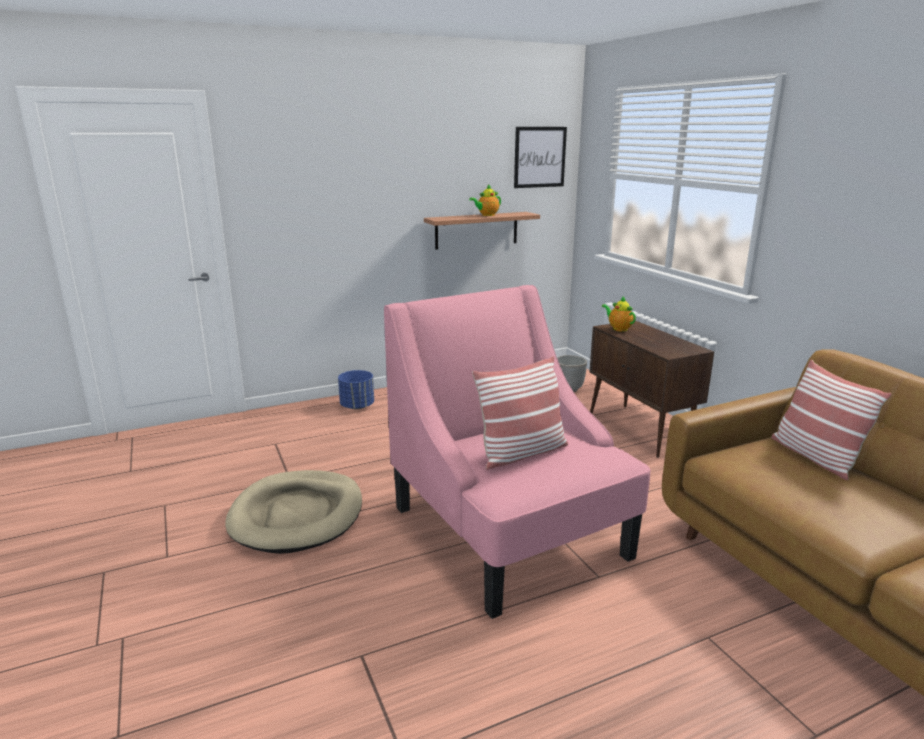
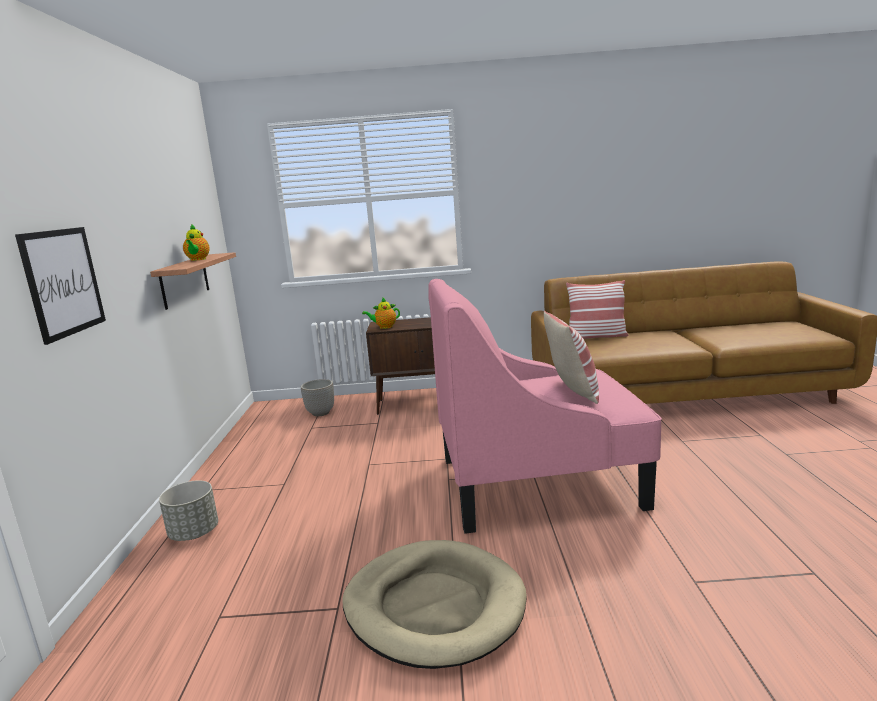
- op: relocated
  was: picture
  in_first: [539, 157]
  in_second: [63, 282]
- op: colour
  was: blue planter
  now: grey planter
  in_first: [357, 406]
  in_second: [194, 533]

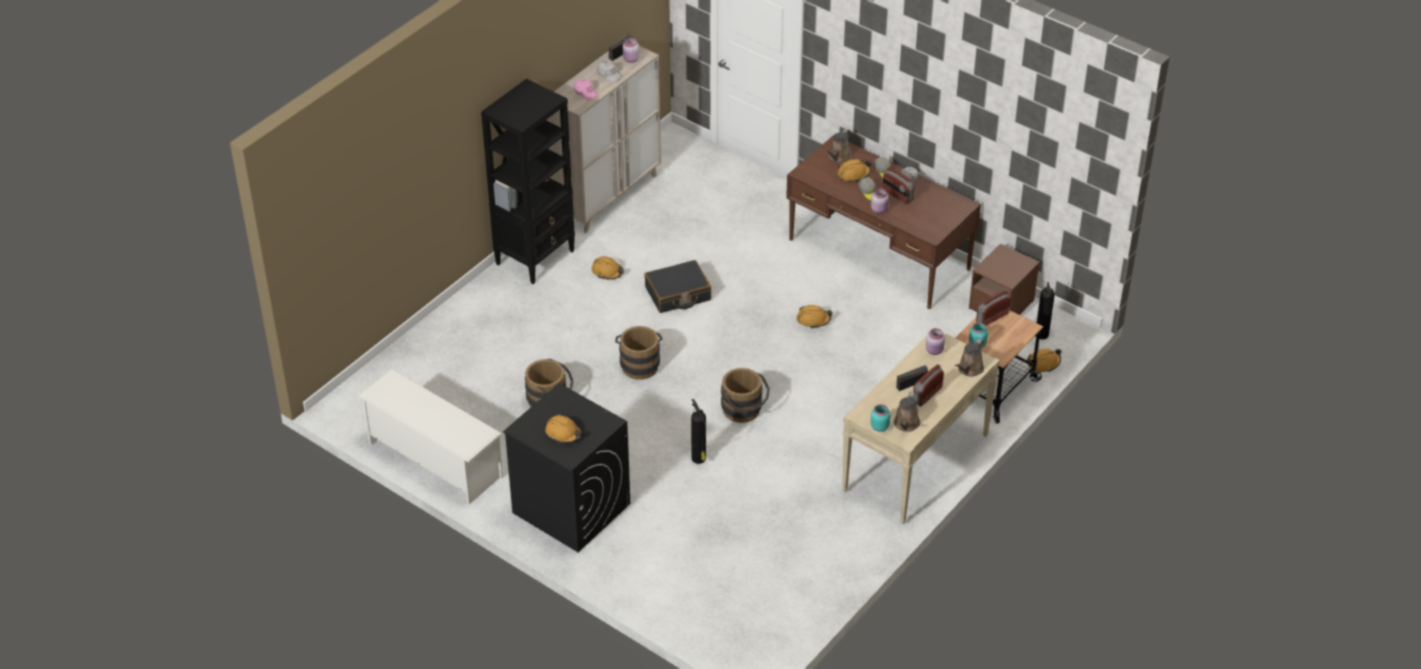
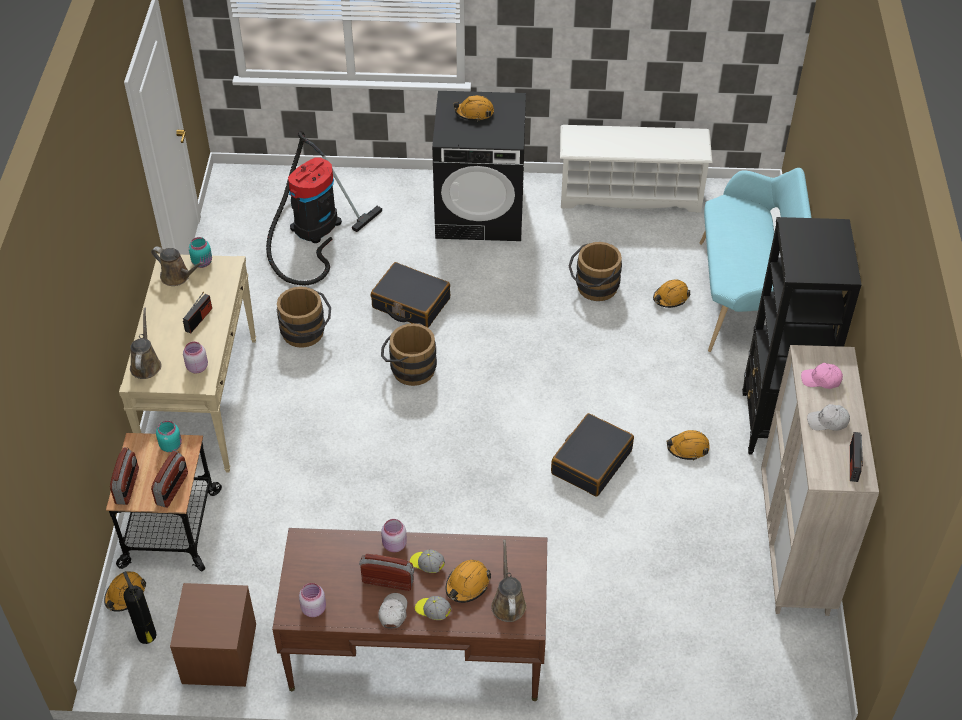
- op: relocated
  was: pink jar
  in_first: [631, 59]
  in_second: [313, 608]
- op: relocated
  was: orange hard hat
  in_first: [813, 319]
  in_second: [670, 298]
- op: relocated
  was: brown bucket
  in_first: [639, 364]
  in_second: [306, 334]
- op: relocated
  was: radio
  in_first: [927, 395]
  in_second: [127, 486]
- op: spun
  was: brown watering can
  in_first: [906, 424]
  in_second: [177, 276]
  clockwise: 135
- op: exchanged
  was: fire extinguisher
  now: black suitcase
  in_first: [699, 459]
  in_second: [410, 303]
- op: appeared
  now: vacuum cleaner
  in_second: [313, 230]
- op: appeared
  now: turquoise bench
  in_second: [744, 297]

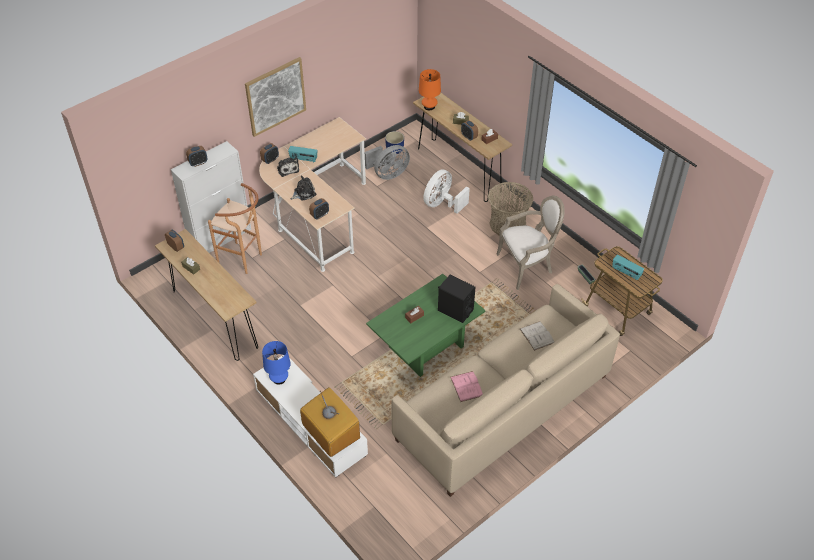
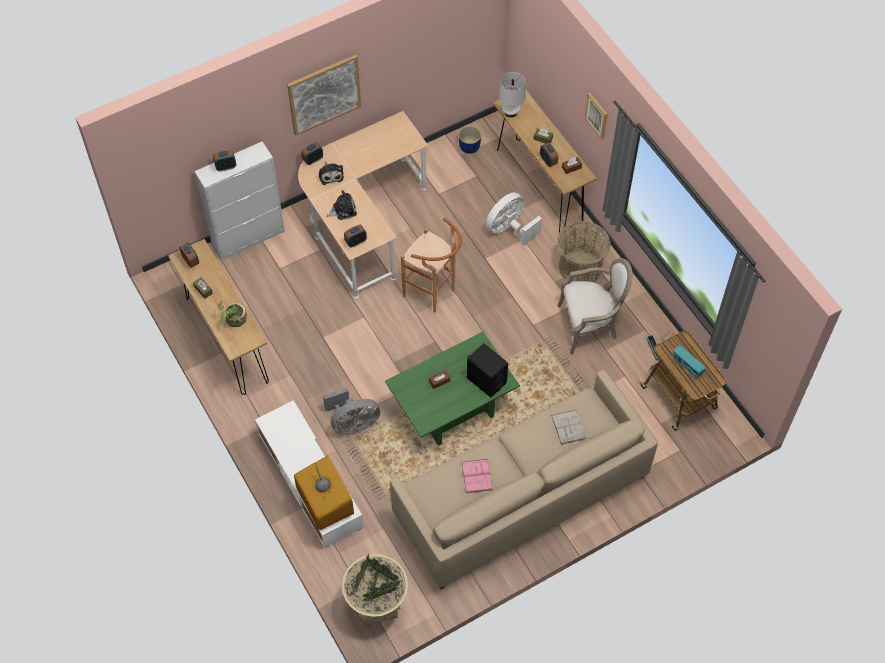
- op: colour
  was: orange table lamp
  now: white table lamp
  in_first: [429, 106]
  in_second: [510, 112]
- op: relocated
  was: grey fan
  in_first: [388, 174]
  in_second: [352, 423]
- op: missing
  was: radio
  in_first: [303, 159]
- op: relocated
  was: brown stool
  in_first: [244, 260]
  in_second: [433, 294]
- op: missing
  was: blue table lamp
  in_first: [279, 379]
- op: appeared
  now: picture
  in_second: [597, 115]
- op: appeared
  now: potted plant
  in_second: [233, 320]
- op: appeared
  now: beige planter
  in_second: [377, 605]

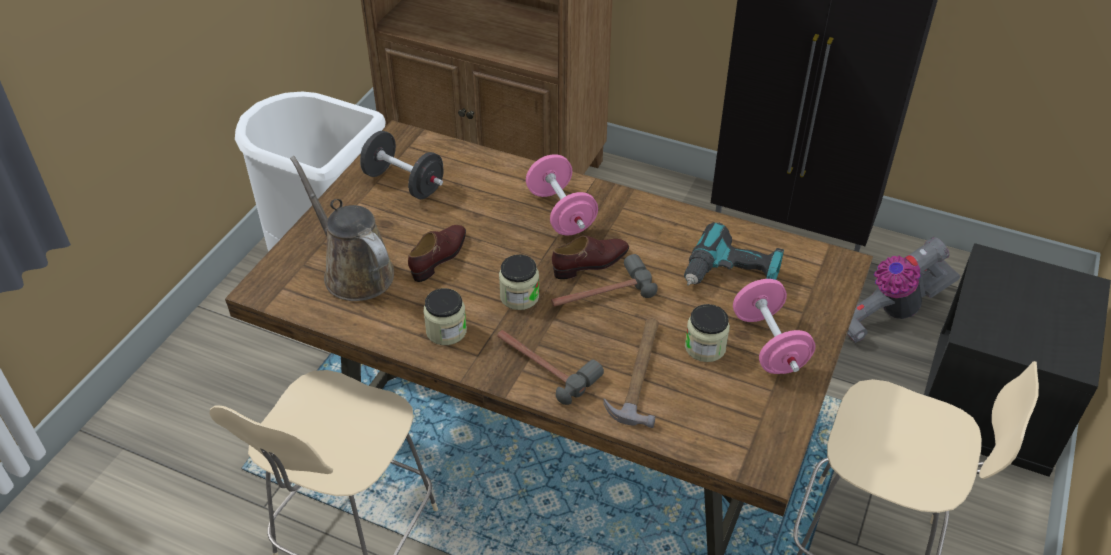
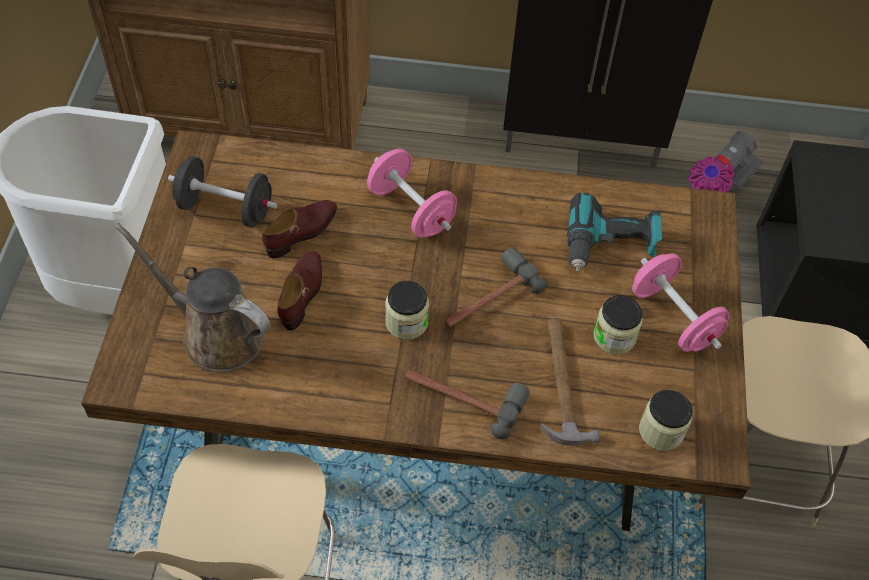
- op: relocated
  was: brown shoe
  in_first: [591, 263]
  in_second: [302, 232]
- op: relocated
  was: jar
  in_first: [446, 331]
  in_second: [661, 431]

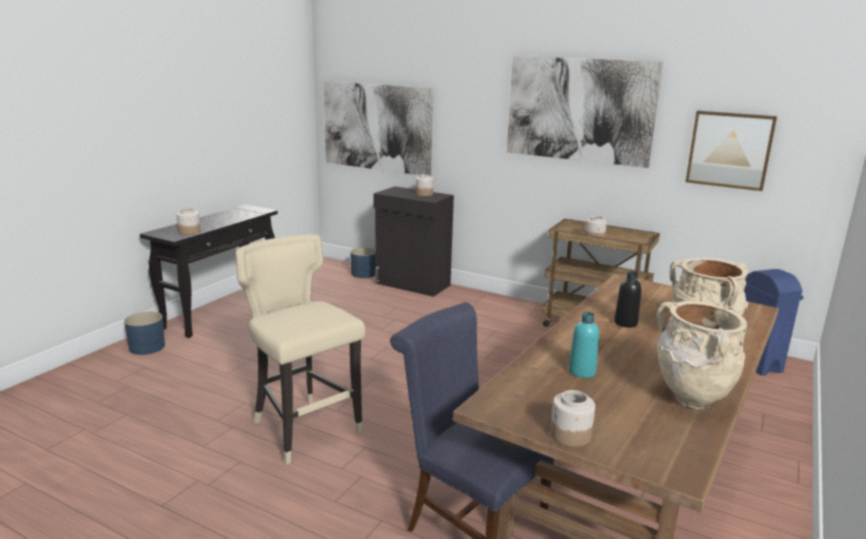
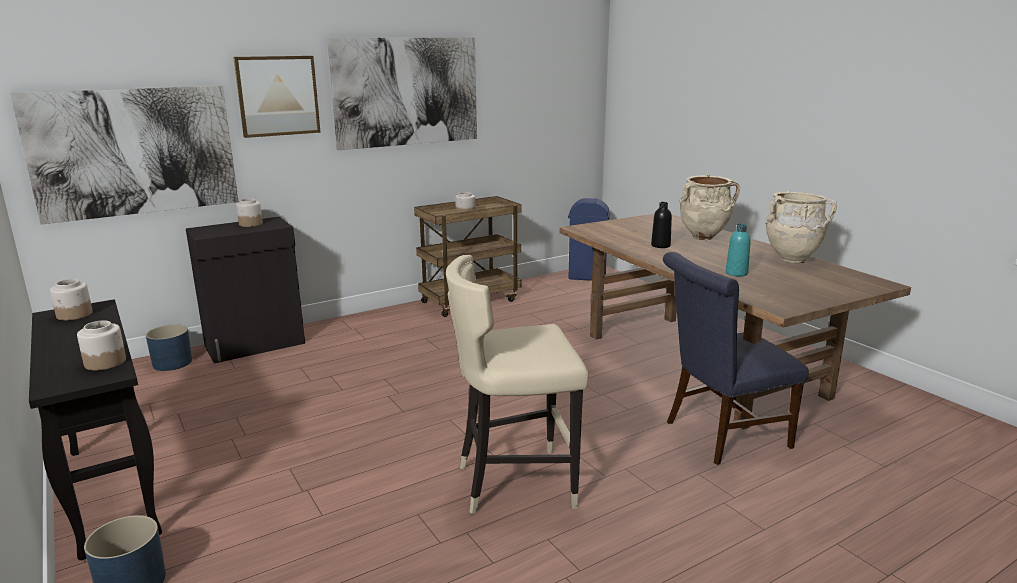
- op: relocated
  was: picture
  in_first: [729, 150]
  in_second: [277, 96]
- op: relocated
  was: jar
  in_first: [570, 435]
  in_second: [74, 315]

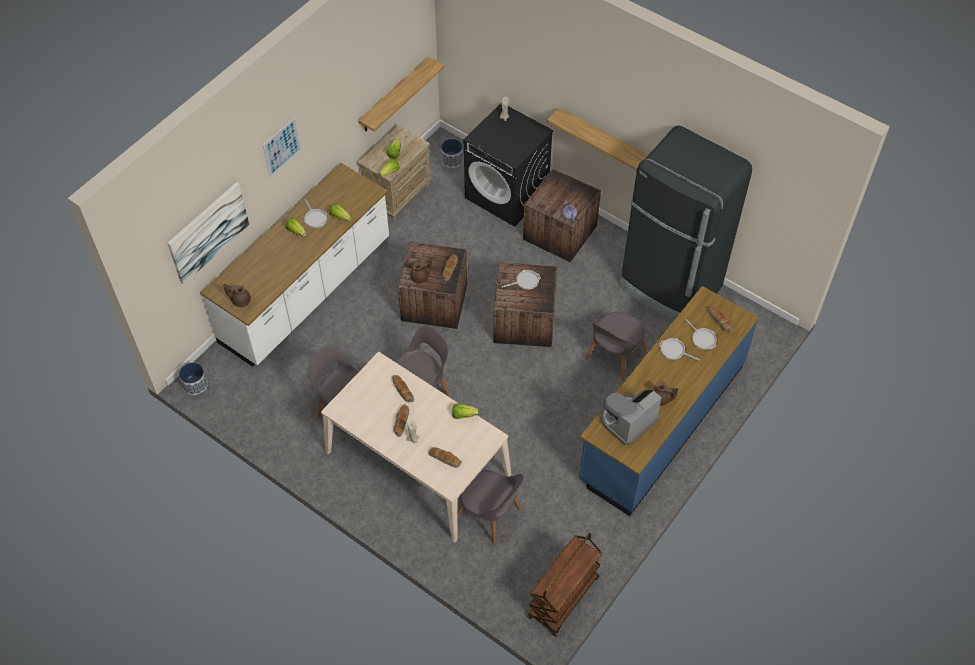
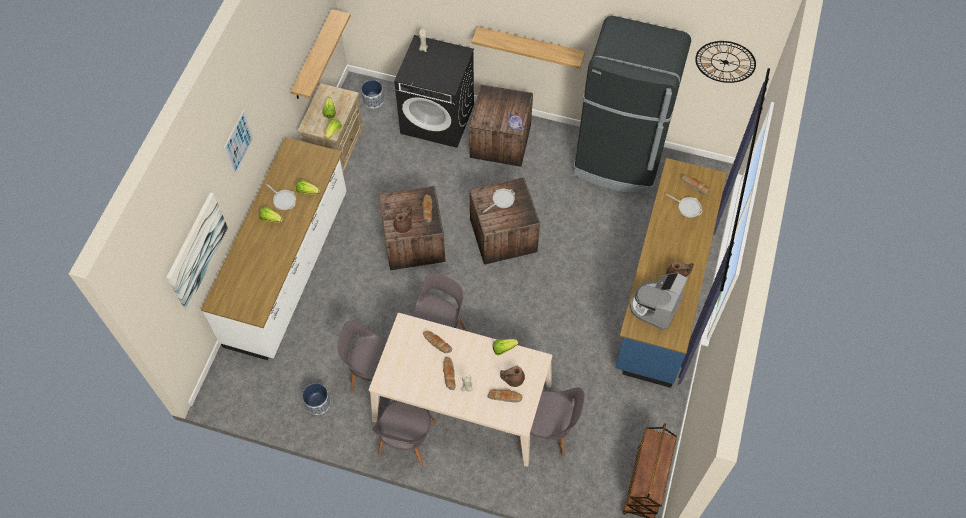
- op: relocated
  was: brown teapot
  in_first: [240, 300]
  in_second: [513, 379]
- op: relocated
  was: grey chair
  in_first: [614, 356]
  in_second: [406, 440]
- op: missing
  was: frying pan
  in_first: [674, 351]
- op: relocated
  was: planter
  in_first: [195, 384]
  in_second: [317, 403]
- op: appeared
  now: wall clock
  in_second: [725, 61]

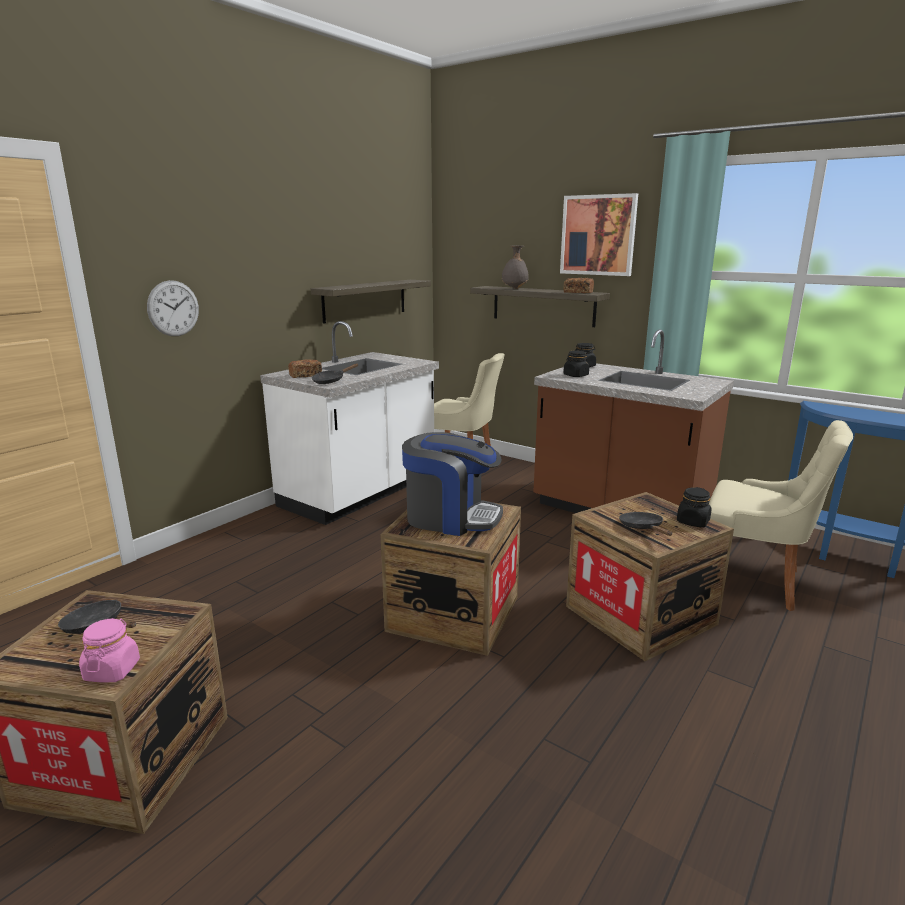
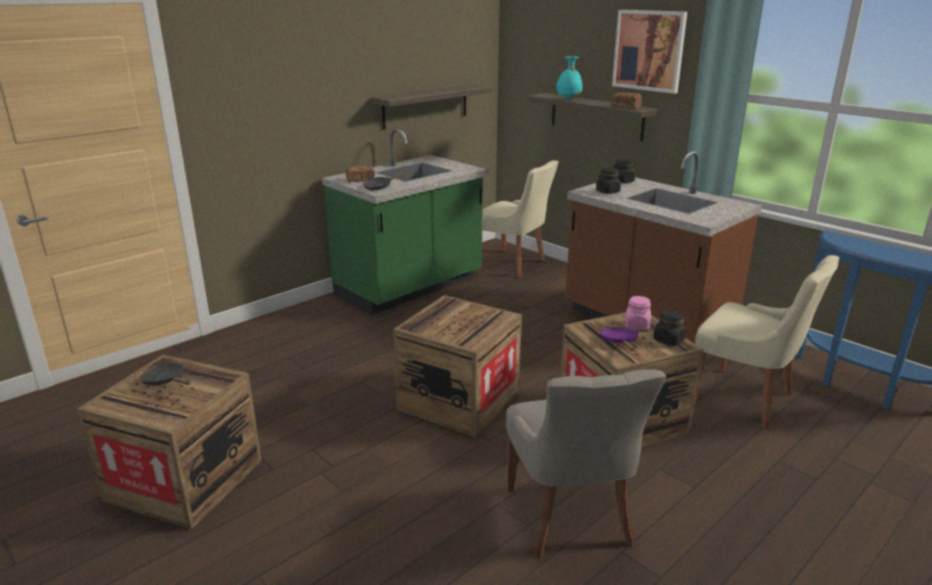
- op: colour
  was: grey vase
  now: turquoise vase
  in_first: [514, 289]
  in_second: [568, 99]
- op: missing
  was: wall clock
  in_first: [173, 308]
- op: colour
  was: white counter
  now: green counter
  in_first: [360, 493]
  in_second: [410, 287]
- op: missing
  was: coffee machine
  in_first: [451, 517]
- op: colour
  was: black frying pan
  now: purple frying pan
  in_first: [643, 528]
  in_second: [619, 342]
- op: relocated
  was: pink jar
  in_first: [112, 670]
  in_second: [637, 325]
- op: appeared
  now: grey chair
  in_second: [571, 518]

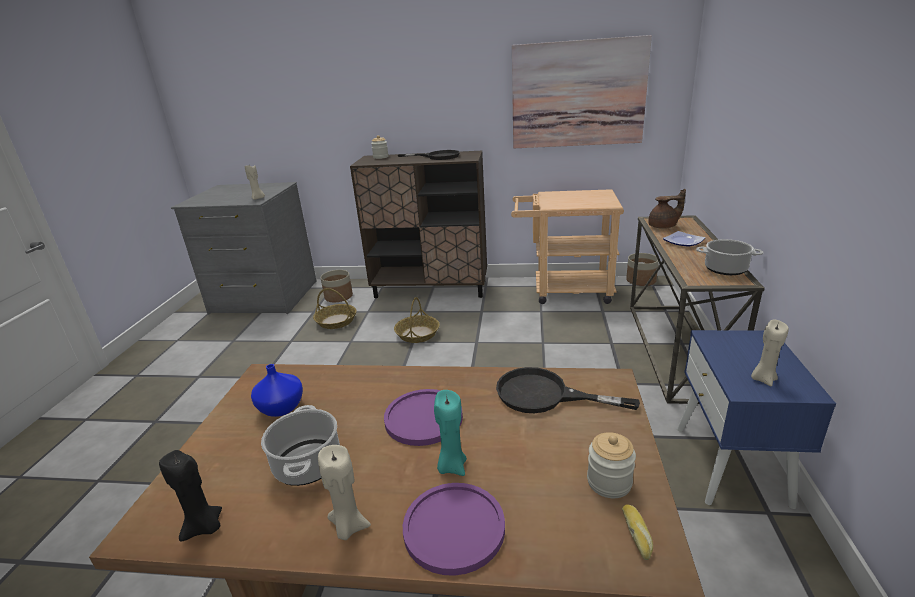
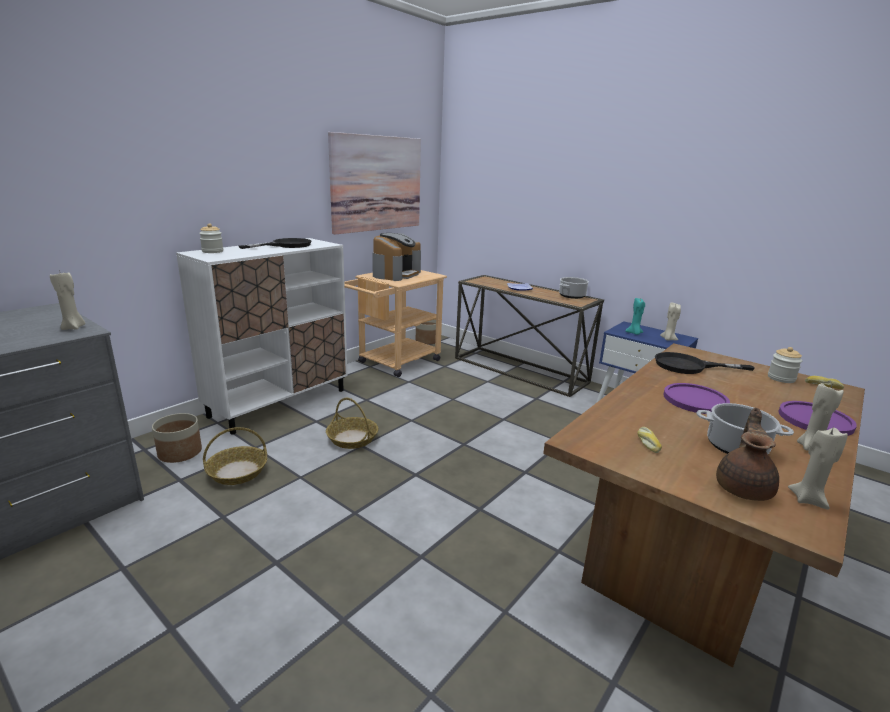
- op: colour
  was: brown cabinet
  now: white cabinet
  in_first: [431, 289]
  in_second: [279, 403]
- op: relocated
  was: brown teapot
  in_first: [663, 226]
  in_second: [743, 487]
- op: exchanged
  was: blue vase
  now: bread
  in_first: [281, 408]
  in_second: [647, 443]
- op: spun
  was: black frying pan
  in_first: [545, 395]
  in_second: [689, 366]
  clockwise: 45
- op: relocated
  was: turquoise candle
  in_first: [451, 466]
  in_second: [634, 333]
- op: colour
  was: black candle
  now: beige candle
  in_first: [204, 527]
  in_second: [808, 499]
- op: appeared
  now: coffee machine
  in_second: [396, 274]

